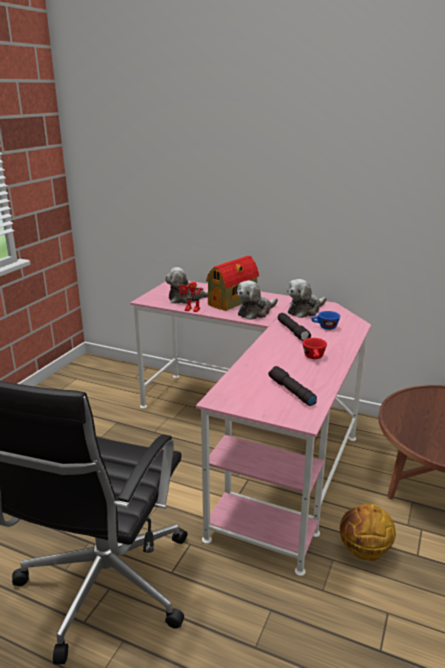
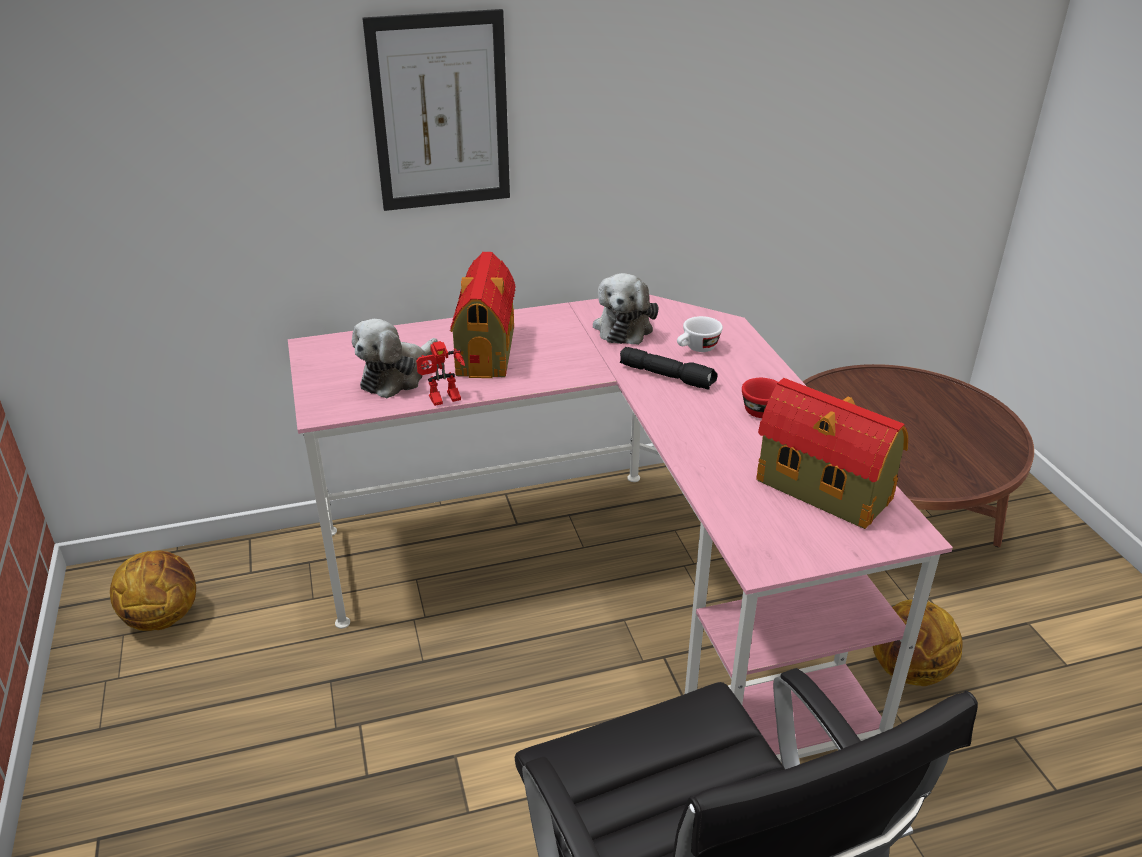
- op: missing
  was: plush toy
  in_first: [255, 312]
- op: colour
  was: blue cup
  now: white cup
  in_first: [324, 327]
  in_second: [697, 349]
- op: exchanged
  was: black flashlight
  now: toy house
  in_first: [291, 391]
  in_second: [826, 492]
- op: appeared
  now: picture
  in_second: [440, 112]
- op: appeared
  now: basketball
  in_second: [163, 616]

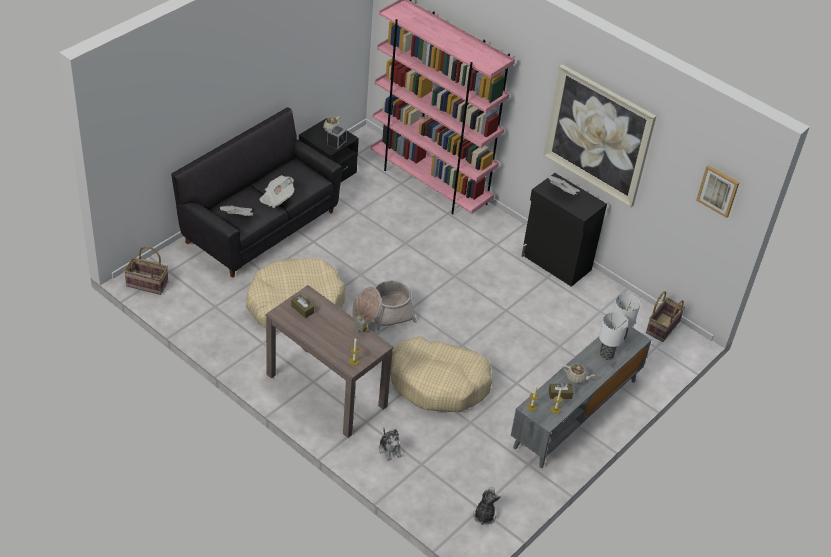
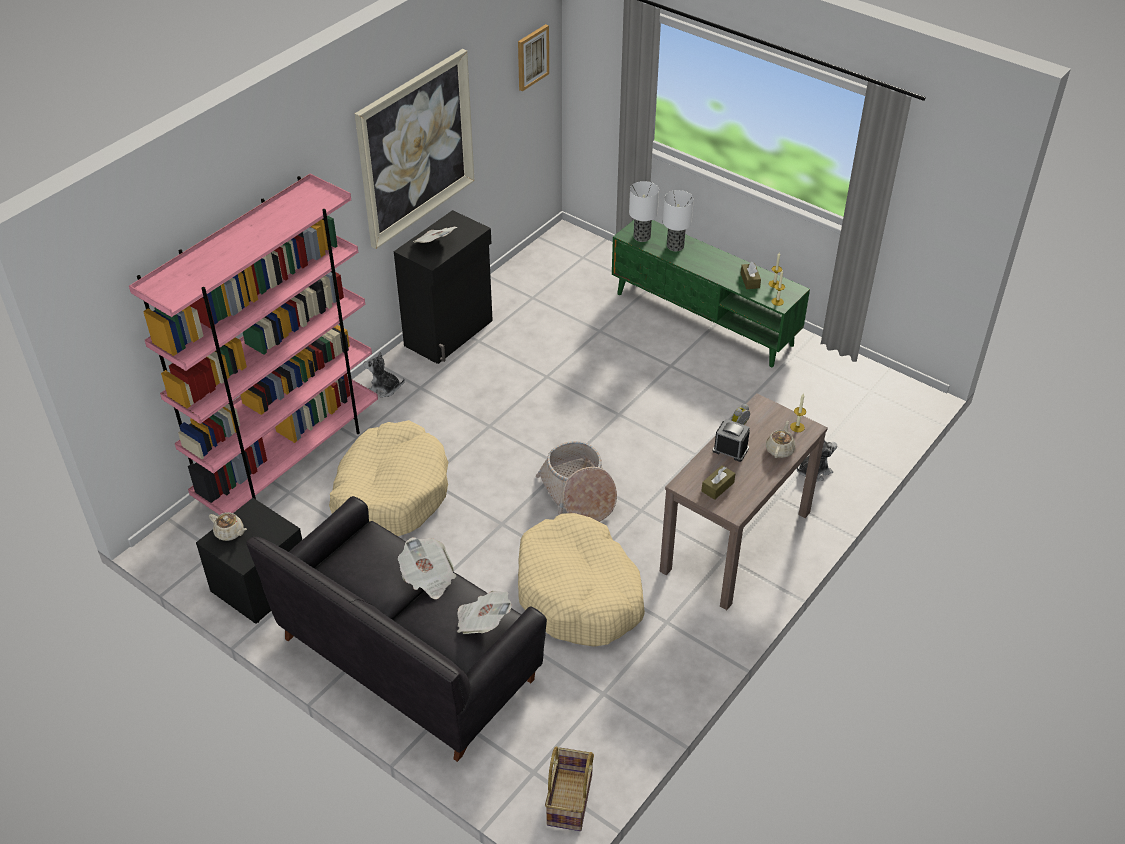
- op: relocated
  was: alarm clock
  in_first: [336, 143]
  in_second: [730, 449]
- op: missing
  was: basket
  in_first: [662, 327]
- op: colour
  was: grey tv stand
  now: green tv stand
  in_first: [575, 414]
  in_second: [704, 319]
- op: relocated
  was: beige dog bed
  in_first: [439, 383]
  in_second: [390, 493]
- op: relocated
  was: beige teapot
  in_first: [576, 378]
  in_second: [780, 449]
- op: relocated
  was: plush toy
  in_first: [484, 515]
  in_second: [384, 388]

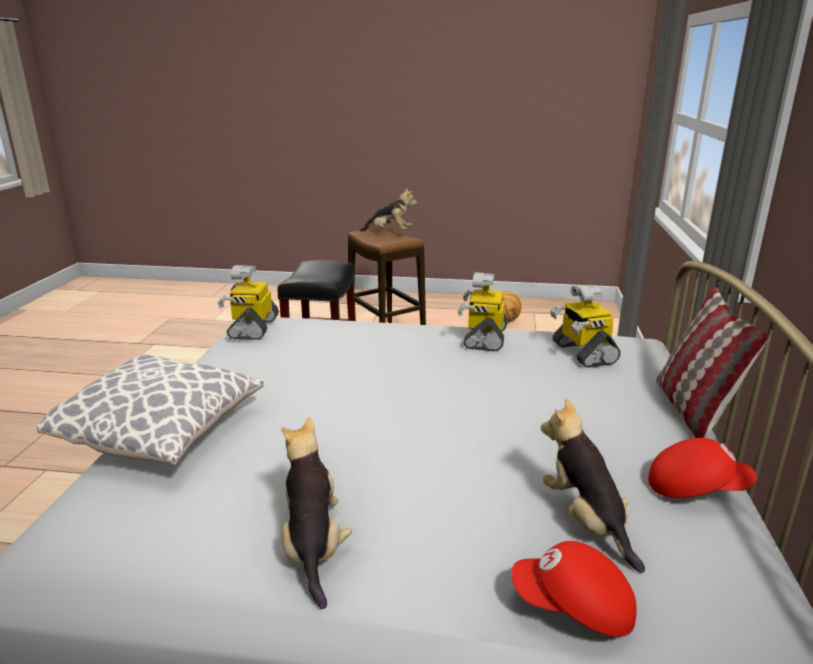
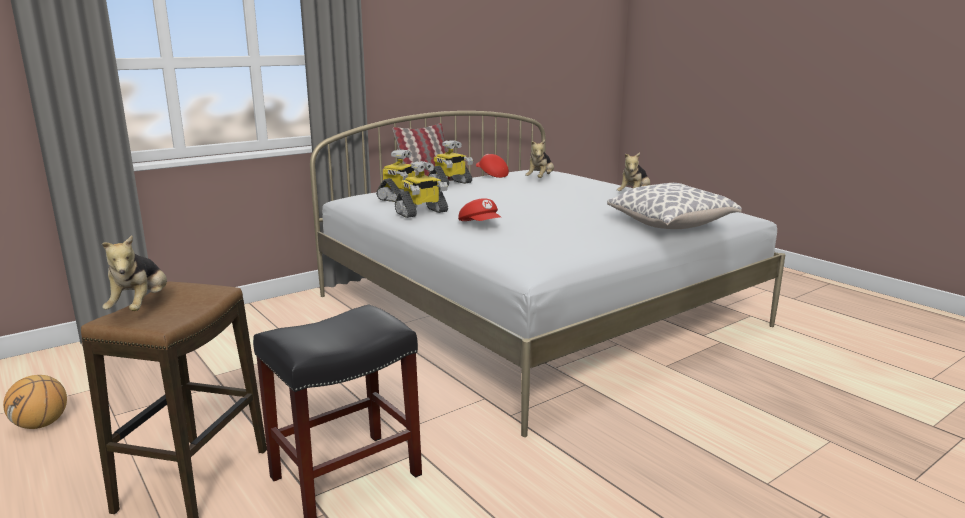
- op: spun
  was: plush toy
  in_first: [389, 232]
  in_second: [141, 307]
  clockwise: -150
- op: relocated
  was: toy robot
  in_first: [253, 328]
  in_second: [450, 184]
- op: relocated
  was: red cap
  in_first: [574, 608]
  in_second: [480, 225]

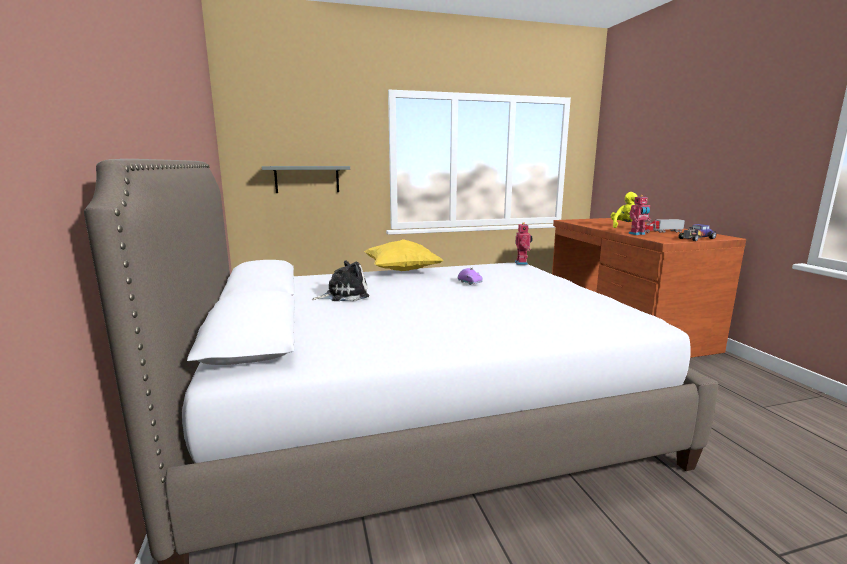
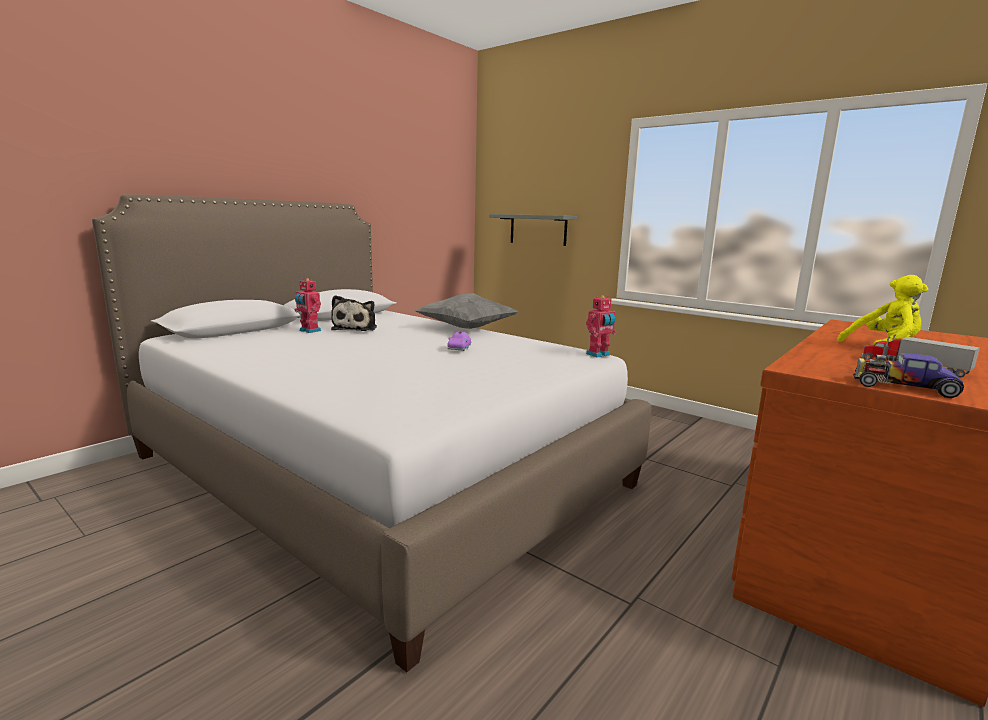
- op: relocated
  was: toy robot
  in_first: [637, 234]
  in_second: [309, 331]
- op: colour
  was: yellow pillow
  now: grey pillow
  in_first: [402, 271]
  in_second: [466, 328]
- op: spun
  was: plush toy
  in_first: [344, 295]
  in_second: [356, 328]
  clockwise: 60

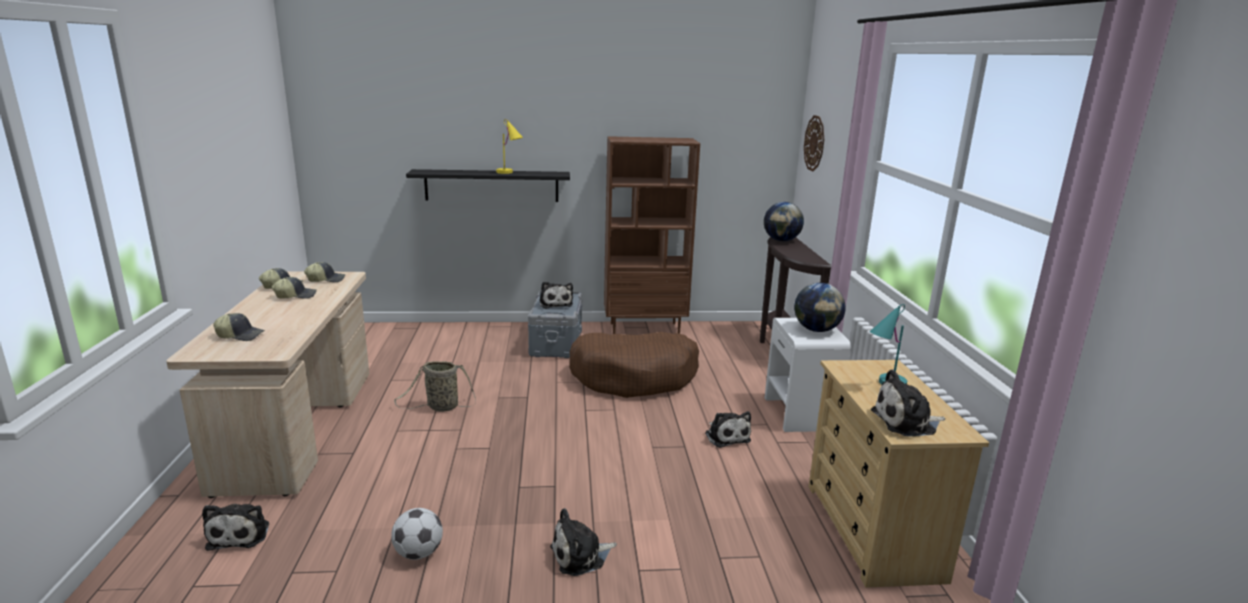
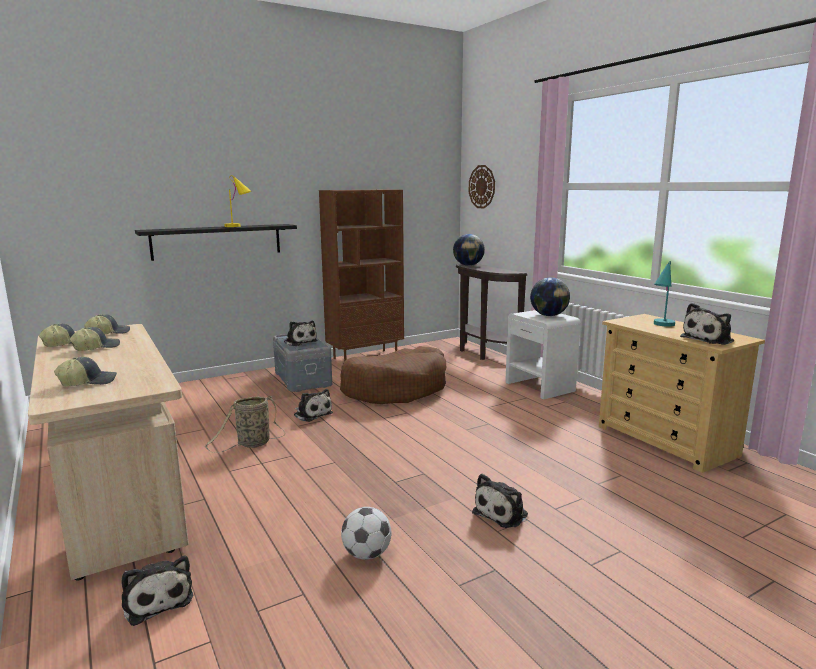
- op: relocated
  was: plush toy
  in_first: [726, 436]
  in_second: [312, 414]

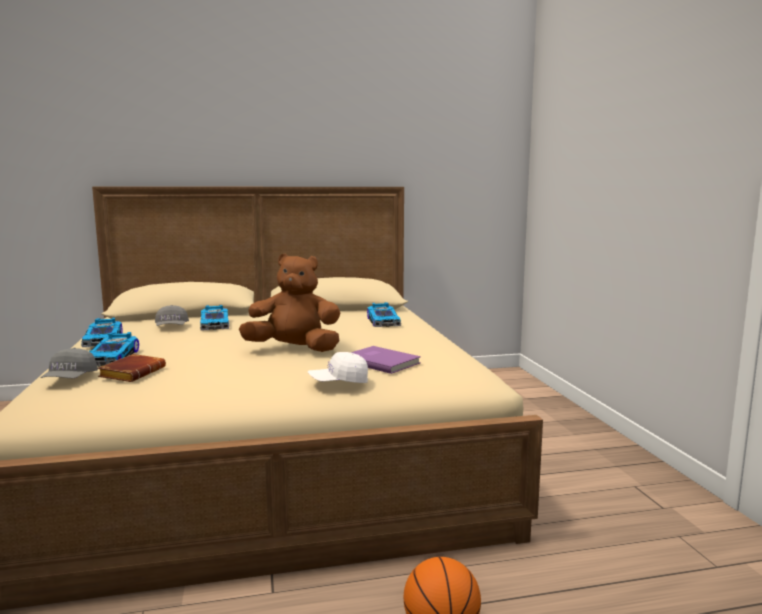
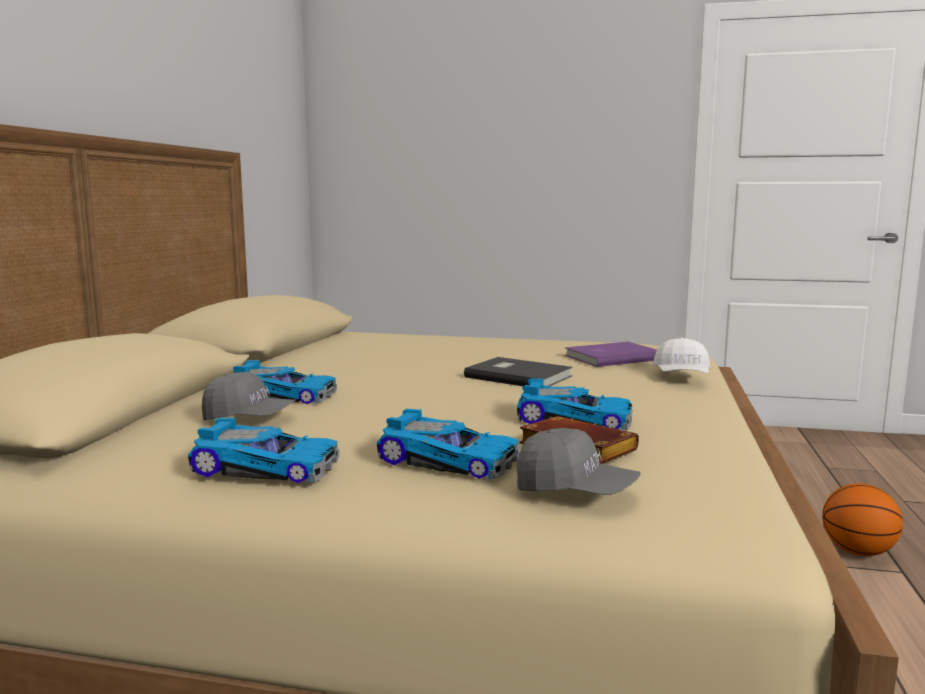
- op: exchanged
  was: brown plush toy
  now: grey book
  in_first: [294, 349]
  in_second: [518, 376]
- op: relocated
  was: toy car
  in_first: [384, 322]
  in_second: [574, 419]

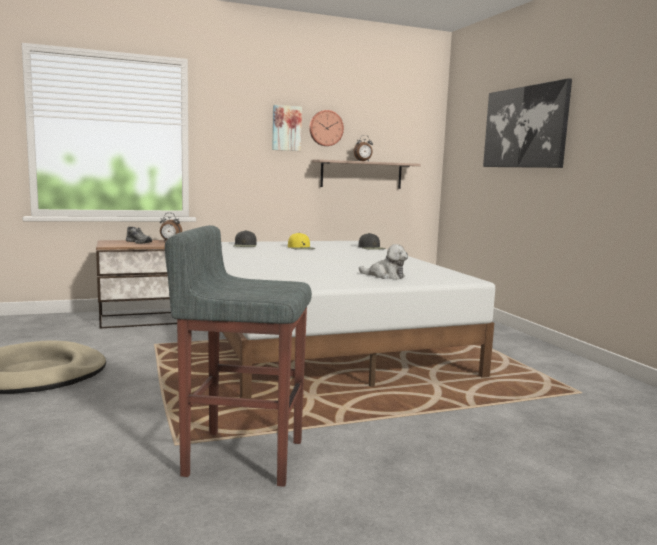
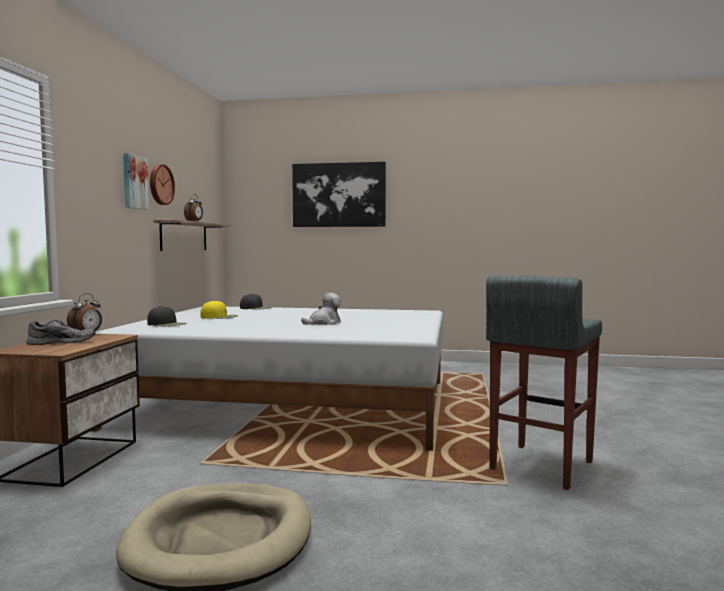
- op: relocated
  was: plush toy
  in_first: [385, 276]
  in_second: [324, 323]

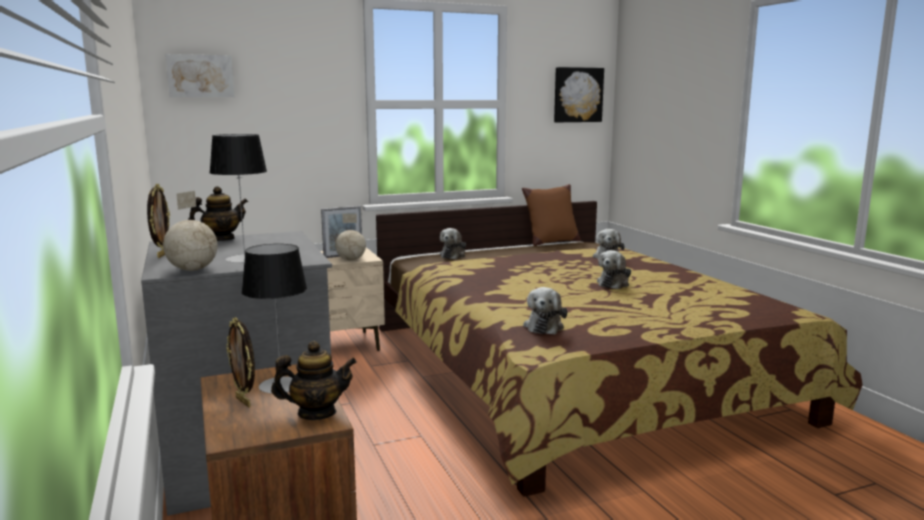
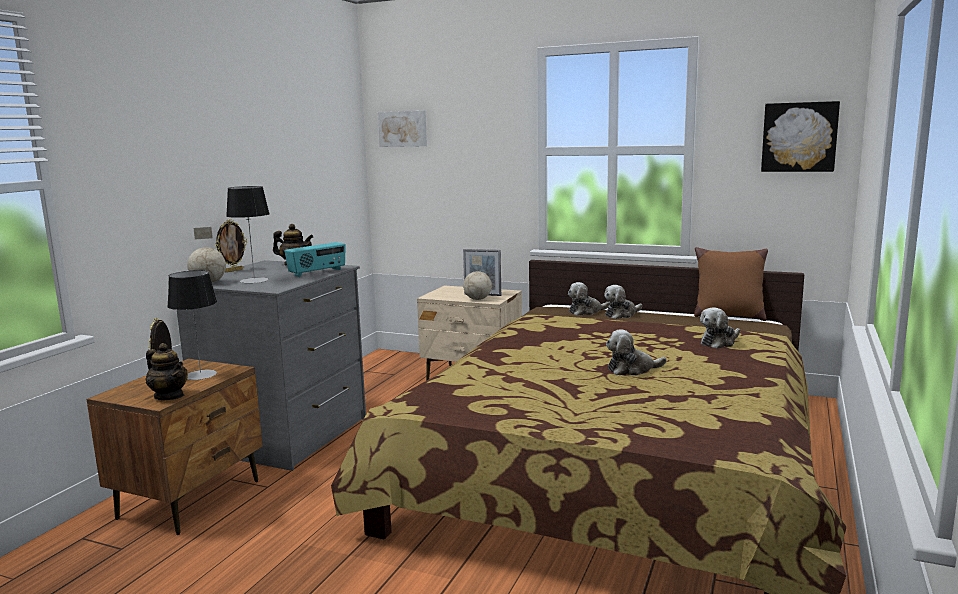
- op: relocated
  was: plush toy
  in_first: [544, 326]
  in_second: [621, 314]
- op: appeared
  now: radio
  in_second: [317, 272]

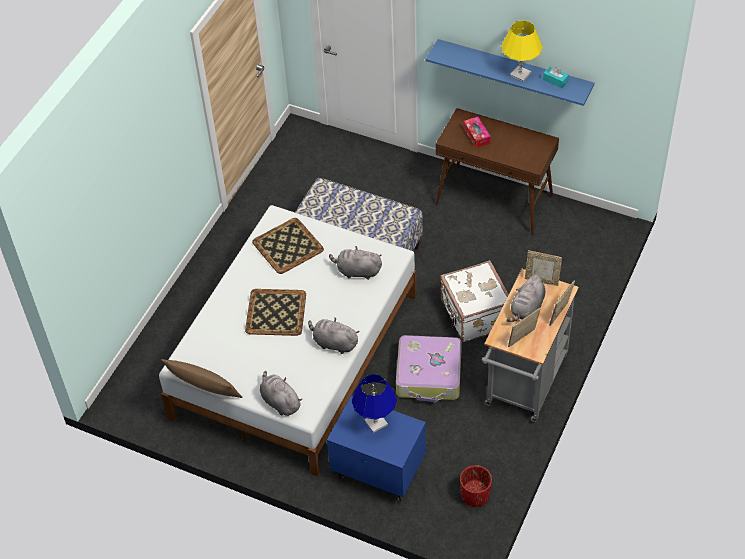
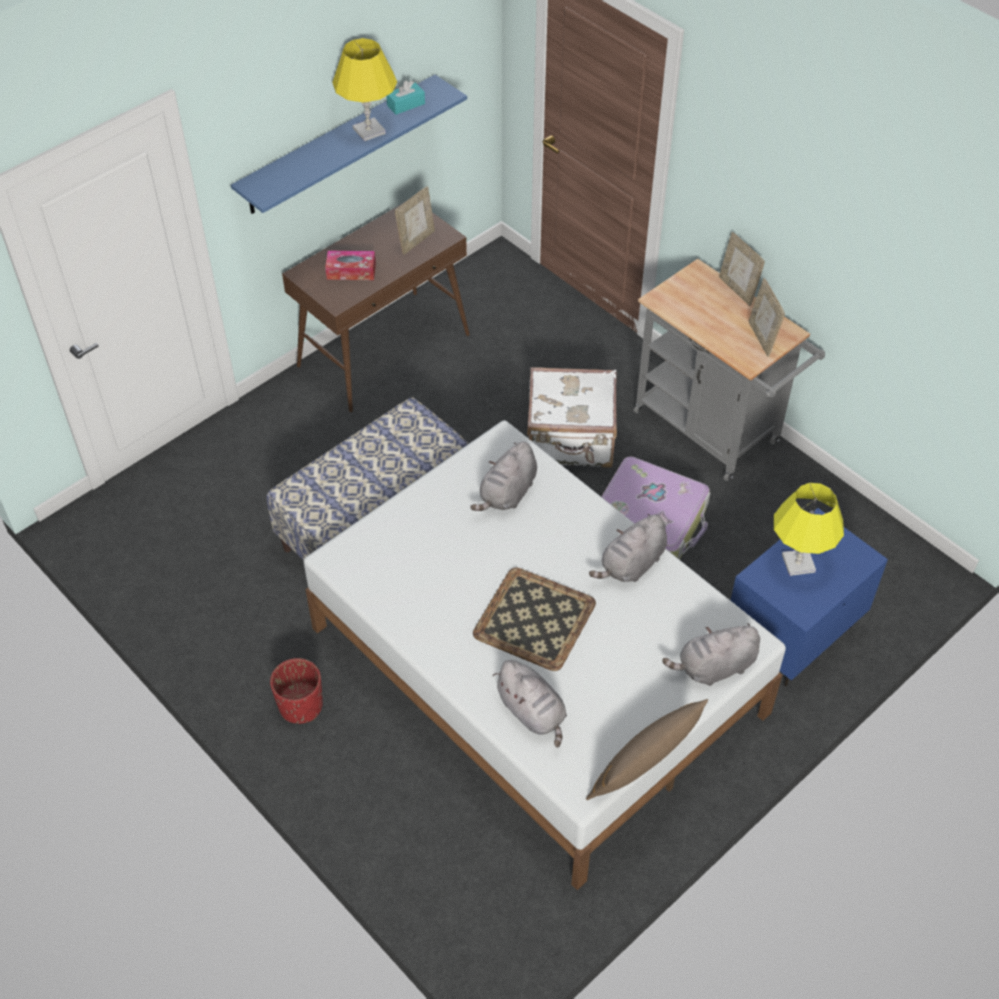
- op: missing
  was: tray
  in_first: [288, 245]
- op: relocated
  was: picture frame
  in_first: [542, 280]
  in_second: [416, 241]
- op: relocated
  was: grey plush toy
  in_first: [527, 309]
  in_second: [533, 712]
- op: colour
  was: blue table lamp
  now: yellow table lamp
  in_first: [375, 422]
  in_second: [798, 563]
- op: relocated
  was: red planter
  in_first: [475, 495]
  in_second: [301, 706]

